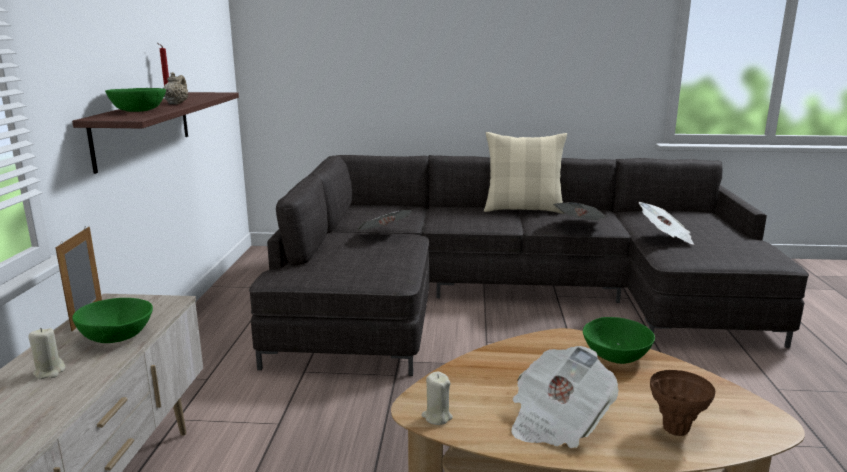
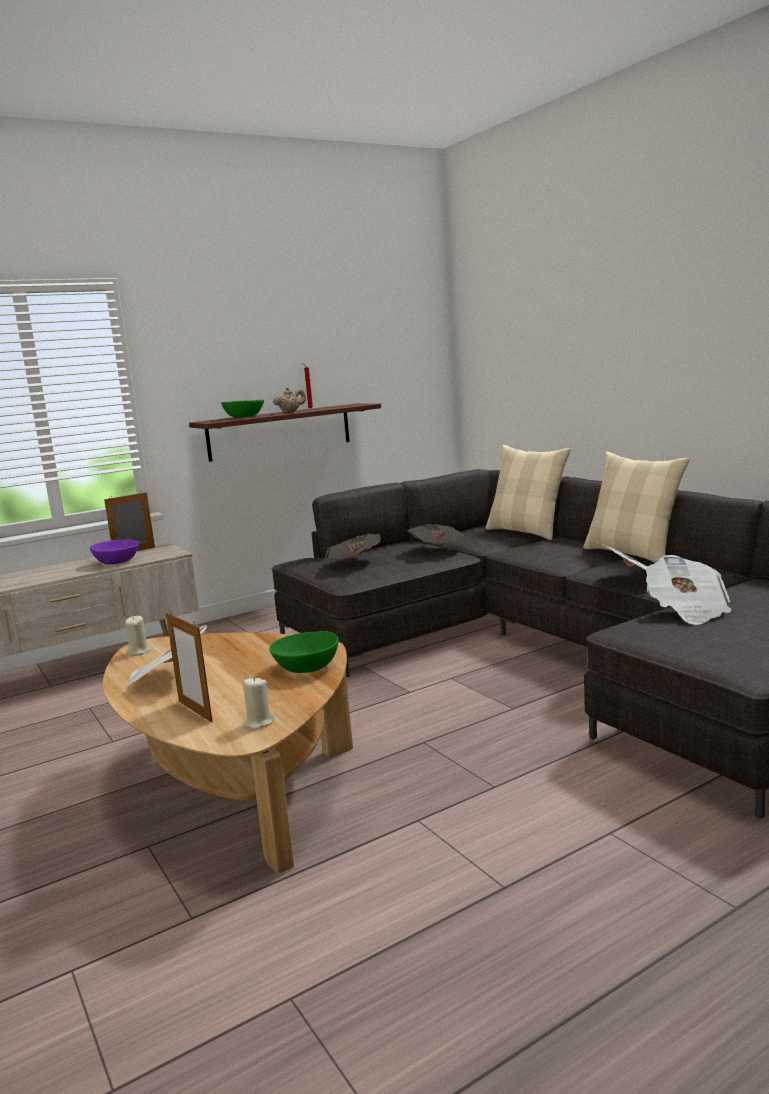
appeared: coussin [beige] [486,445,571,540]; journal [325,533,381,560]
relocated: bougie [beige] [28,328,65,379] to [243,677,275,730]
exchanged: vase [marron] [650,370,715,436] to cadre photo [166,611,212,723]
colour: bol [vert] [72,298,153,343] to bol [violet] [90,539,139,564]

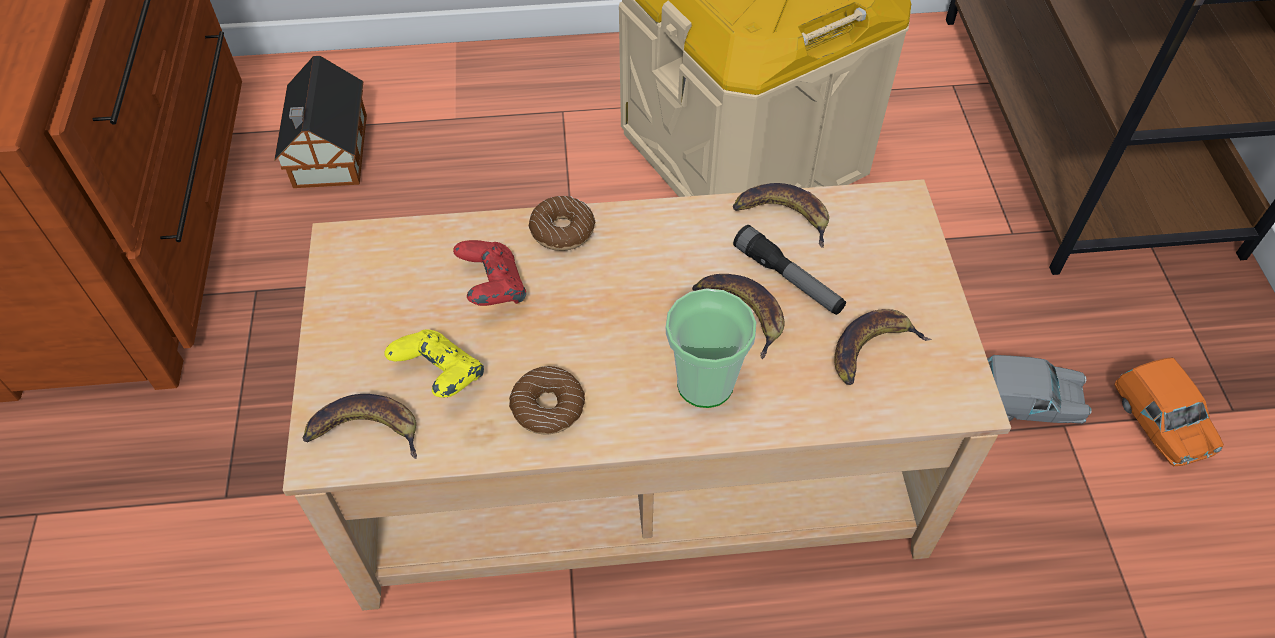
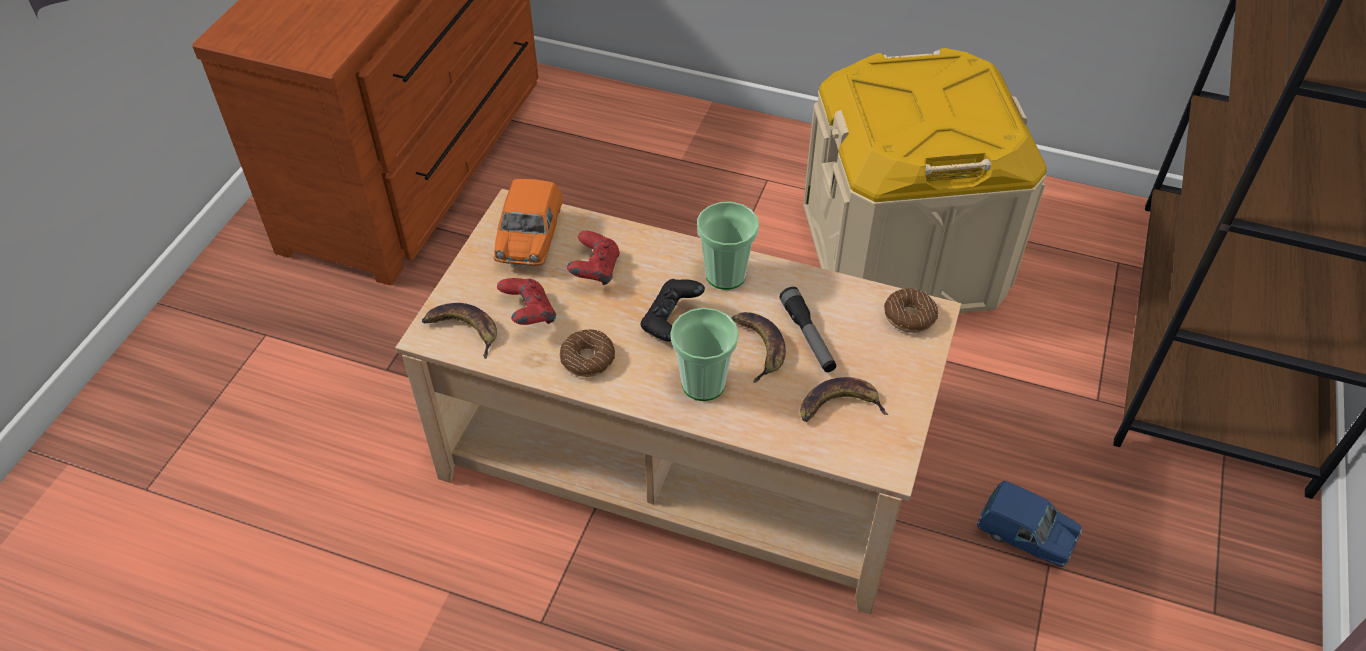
missing: maison miniature [274,56,367,188]; banane [733,183,829,248]
appeared: tasse [697,202,759,290]; manette [noir] [641,279,705,342]
relocated: beignet [529,196,595,251] to [884,288,938,333]; petite voiture [orange] [1114,357,1224,466] to [494,179,563,267]
colour: manette [jaune] [384,330,484,397] to manette [rouge] [497,278,556,325]; petite voiture [gris] [987,355,1092,424] to petite voiture [bleu] [977,481,1083,567]

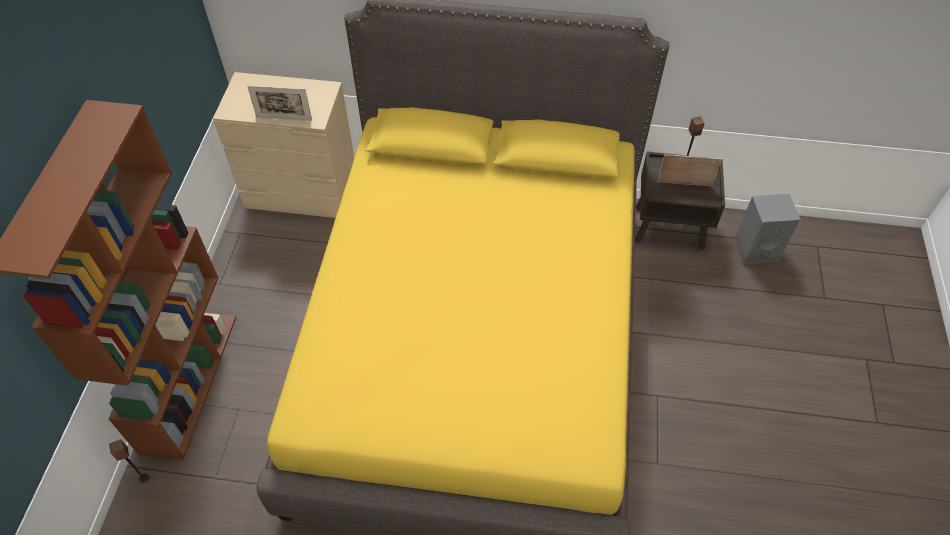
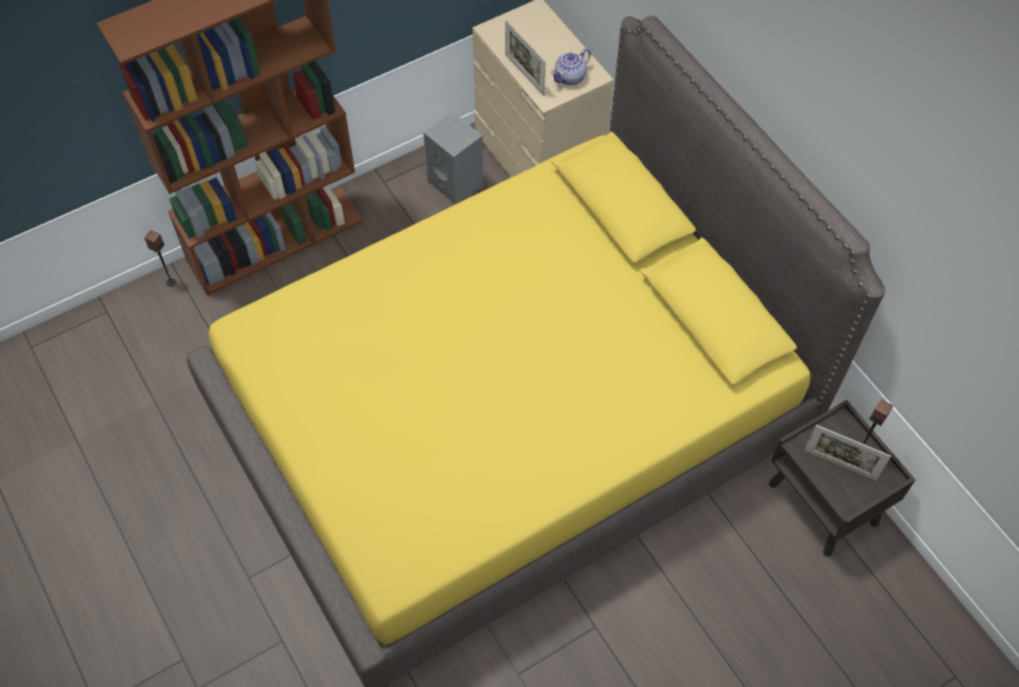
appeared: théière [550,49,591,85]
relocated: enceinte [gris] [735,194,801,264] to [423,112,484,205]
spun: cadre photo [657,154,722,186] = [805,425,891,480] 150 degrees clockwise

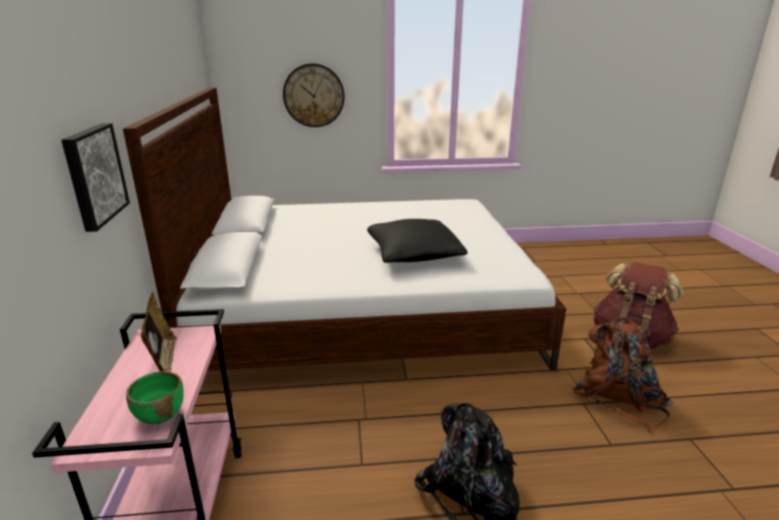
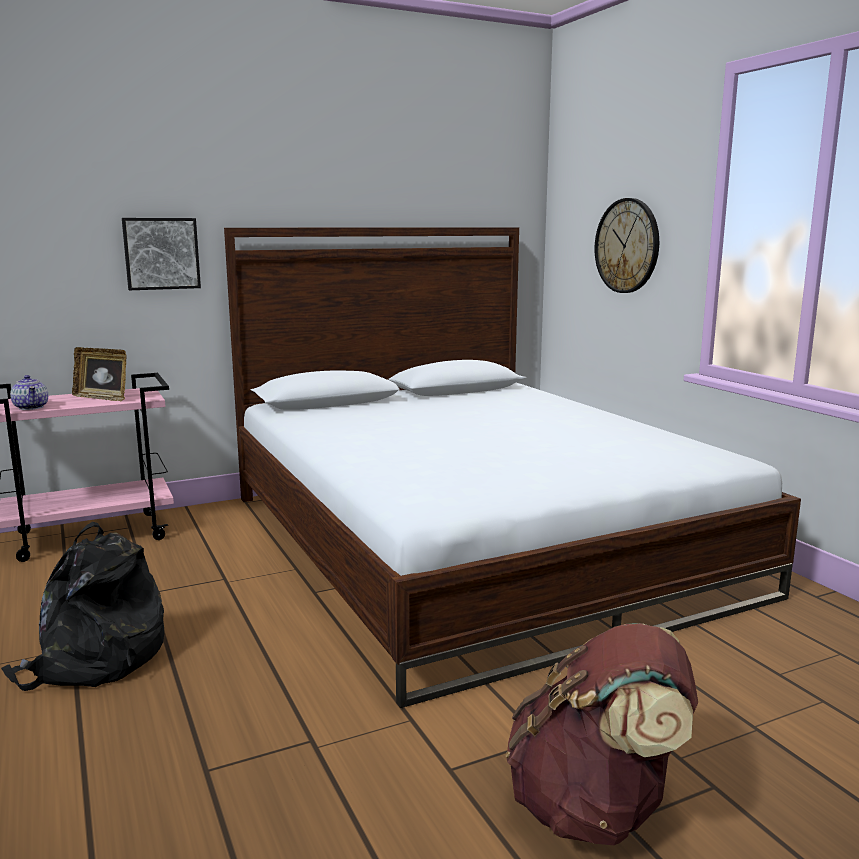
missing: coussin [noir] [367,219,467,263]; sac à dos [marron] [572,318,673,433]
exchanged: bol [vert] [126,371,184,424] to théière [10,375,48,410]
spun: cadre photo [141,293,177,372] = [72,347,127,401] 60 degrees clockwise

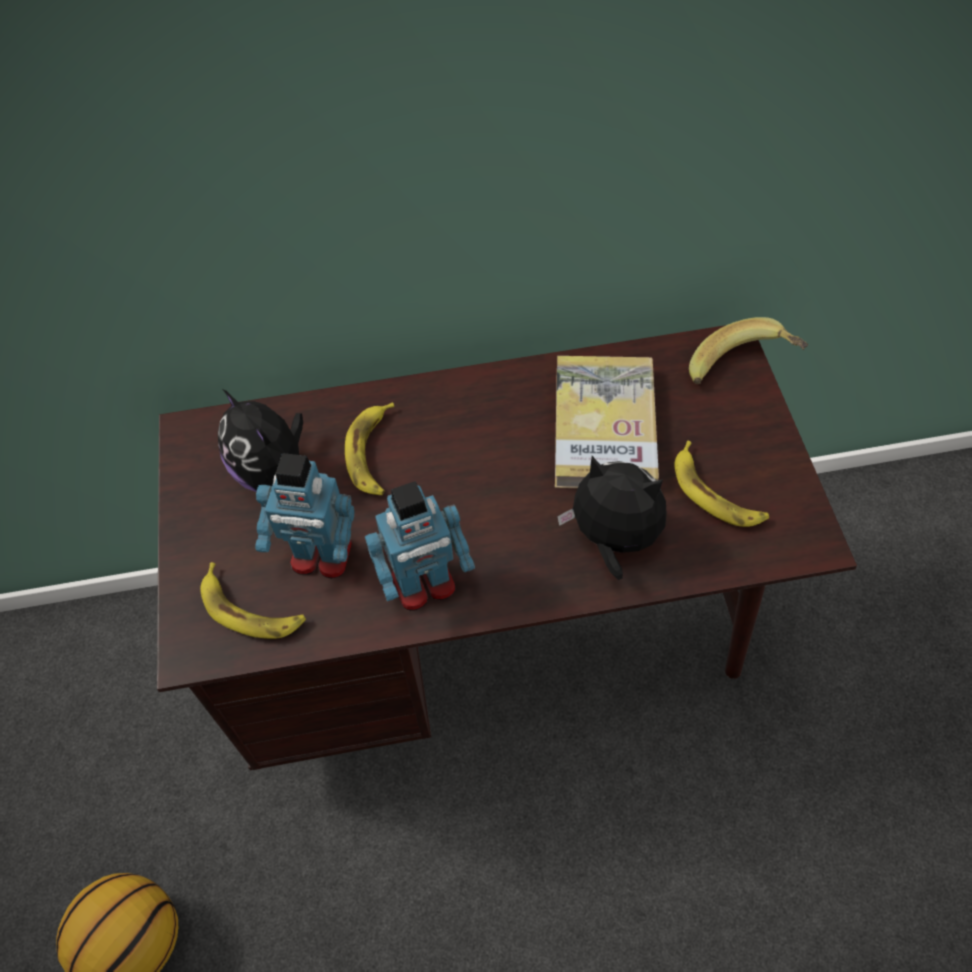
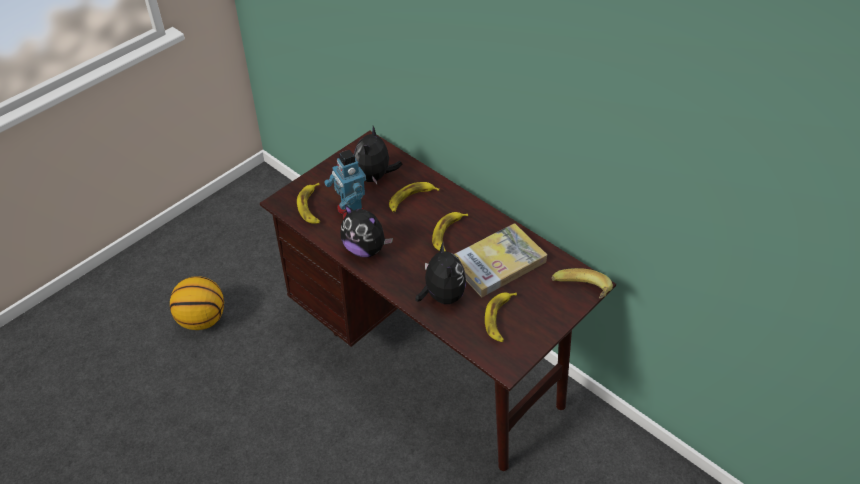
appeared: banane [432,212,468,252]
exchanged: robot jouet [365,481,475,611] to peluche [340,205,393,257]

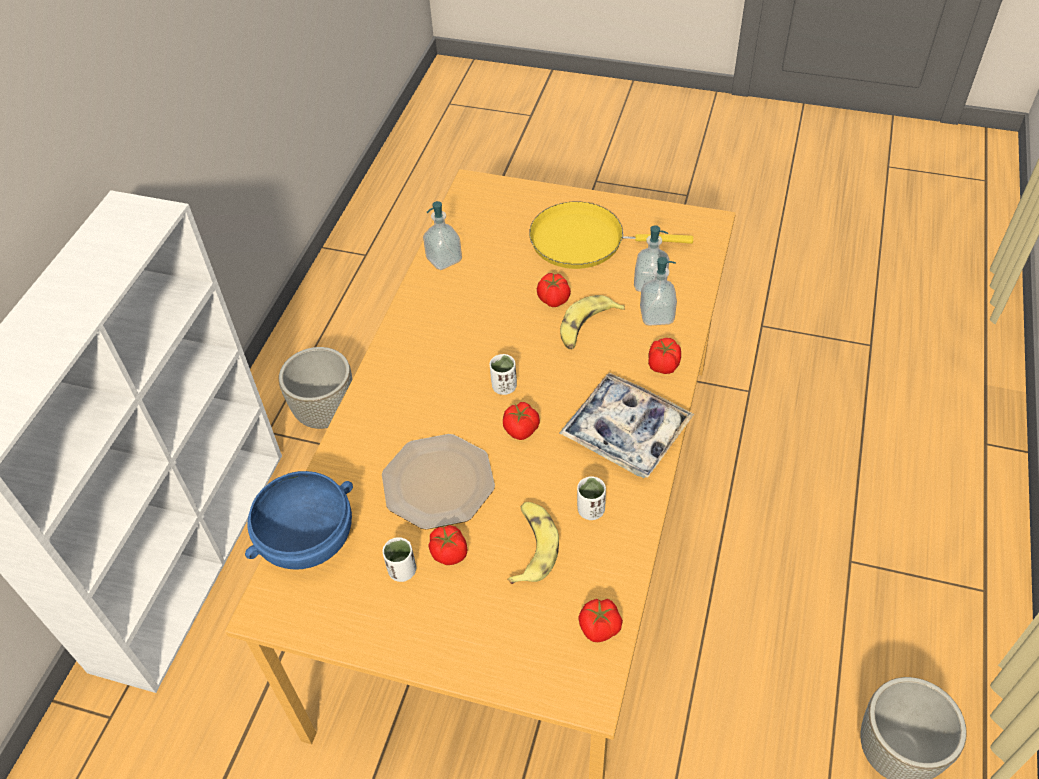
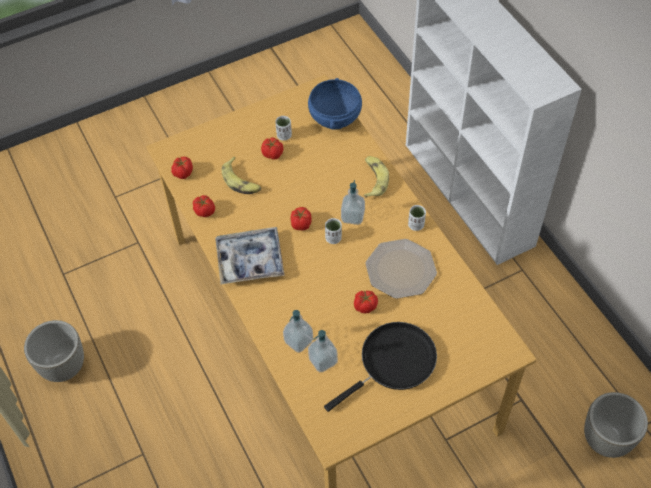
relocated: distributeur de savon [423,201,462,270] to [341,180,365,225]; banane [560,295,625,349] to [363,156,389,198]; tomate [648,338,681,374] to [193,195,215,217]; cache-pot [gris] [279,347,352,429] to [584,392,648,458]; assiette [382,434,495,530] to [365,239,437,299]; tasse [blanc] [577,476,606,520] to [408,205,426,231]
colour: poêle [jaune] [529,202,693,269] to poêle [noir] [324,322,437,412]

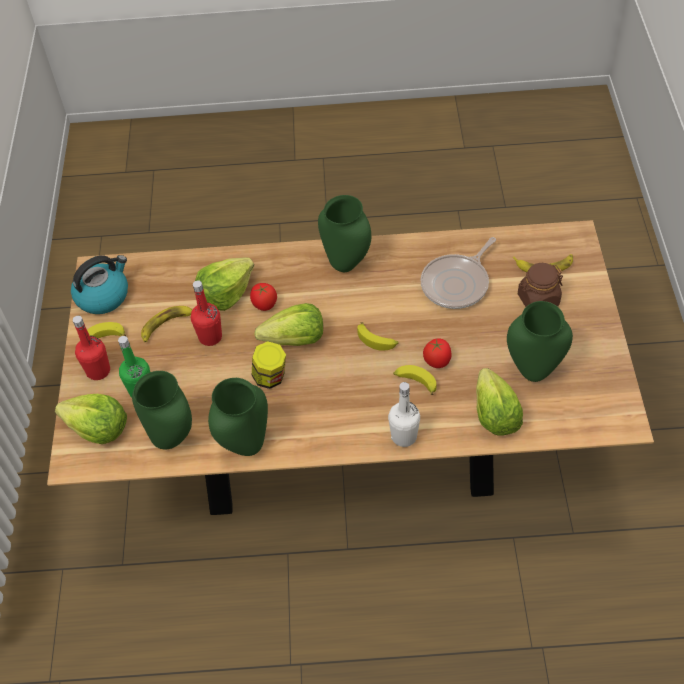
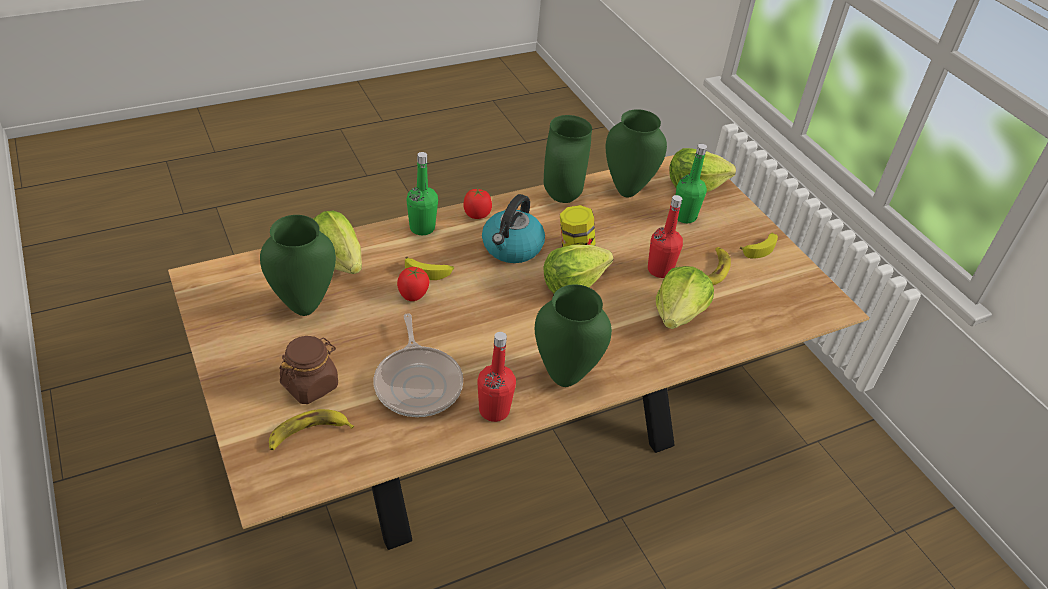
missing: banane [357,322,398,351]
relocated: bouilloire [71,255,128,314] to [482,194,545,263]; tomate [250,283,277,311] to [464,188,492,219]; bouteille [rouge] [73,316,110,380] to [477,332,516,422]
colour: bouteille [blanc] [388,382,420,447] to bouteille [vert] [406,152,438,235]
spun: poêle [421,237,496,309] = [374,313,463,417] 150 degrees clockwise

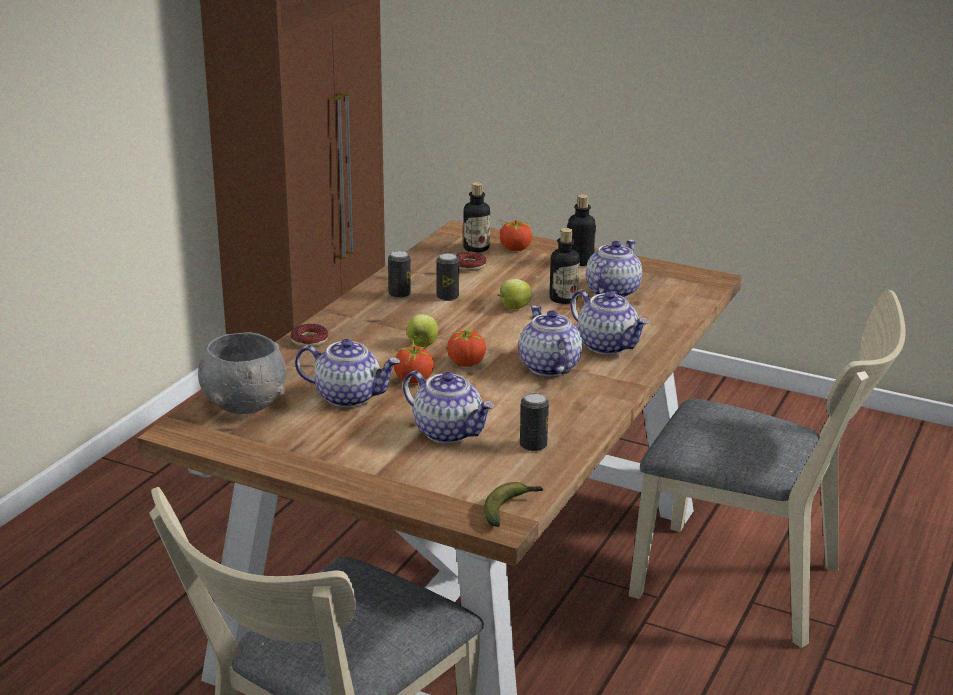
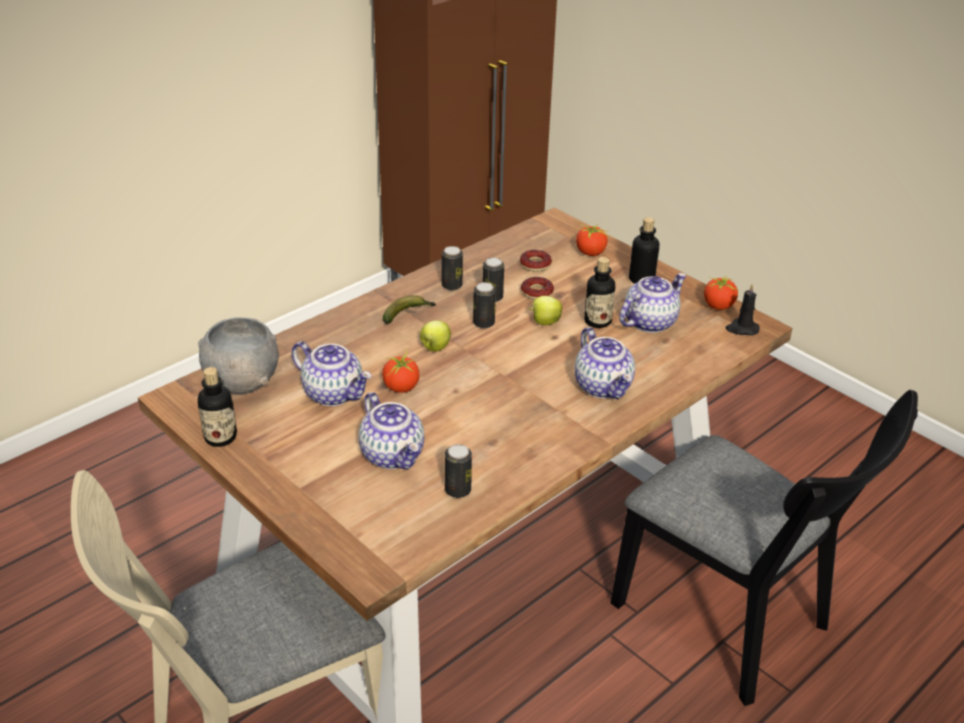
missing: théière [519,305,582,377]
appeared: boîte métallique [473,282,496,328]; bougie [noir] [726,284,760,335]
relocated: bouteille [463,182,490,253] to [198,367,237,447]; beignet [290,324,328,347] to [521,277,554,300]; tomate [447,326,486,367] to [704,275,739,310]; banane [484,482,543,527] to [383,295,436,324]
colour: chaise [beige] [629,290,906,648] to chaise [noir] [611,390,918,706]

